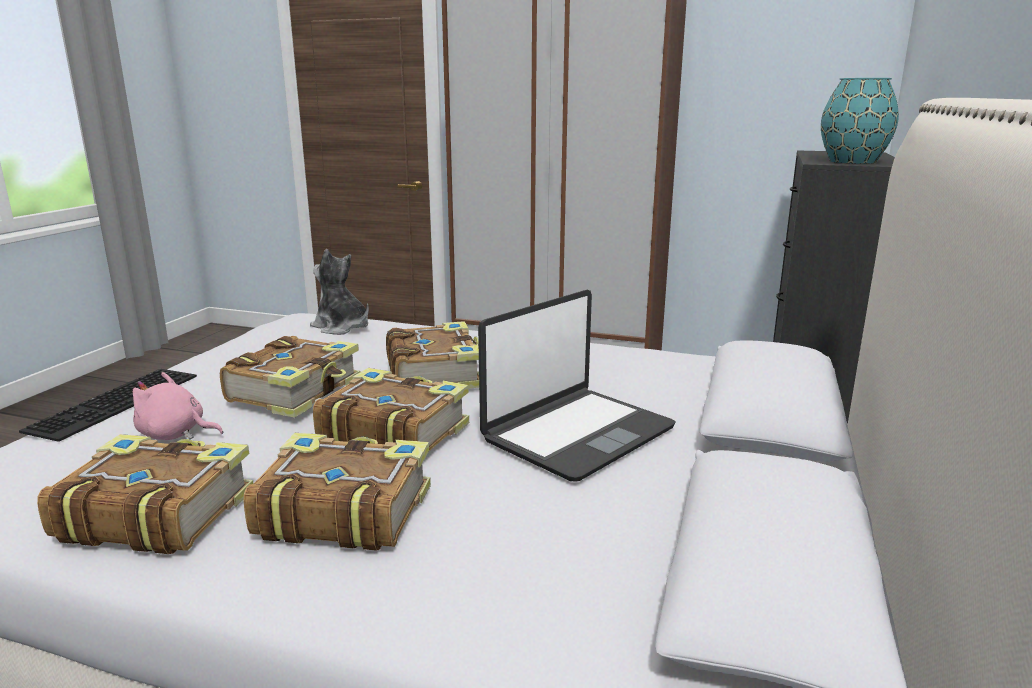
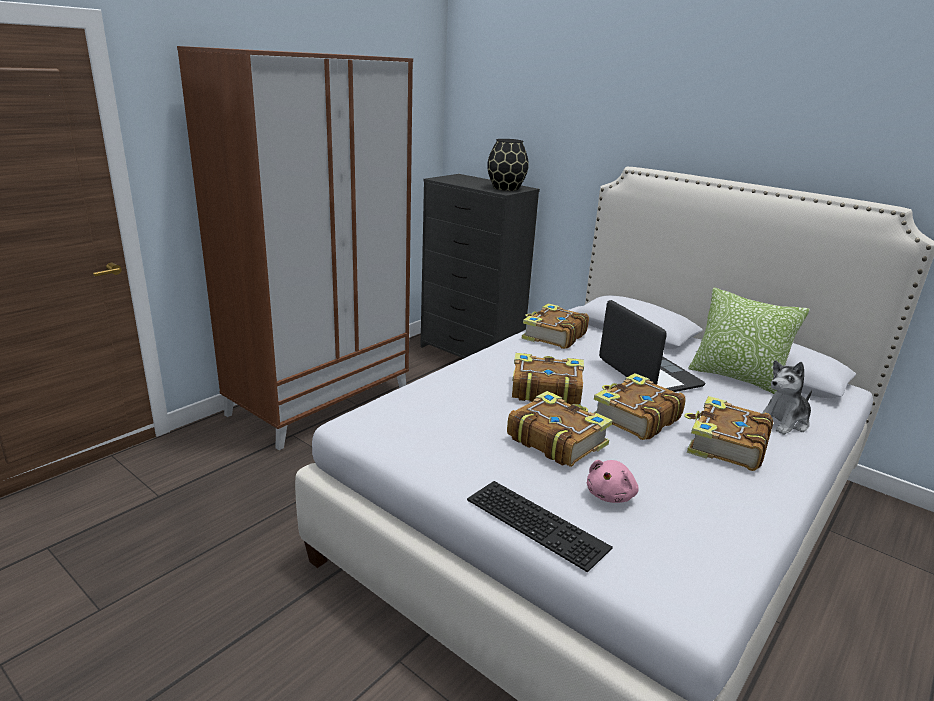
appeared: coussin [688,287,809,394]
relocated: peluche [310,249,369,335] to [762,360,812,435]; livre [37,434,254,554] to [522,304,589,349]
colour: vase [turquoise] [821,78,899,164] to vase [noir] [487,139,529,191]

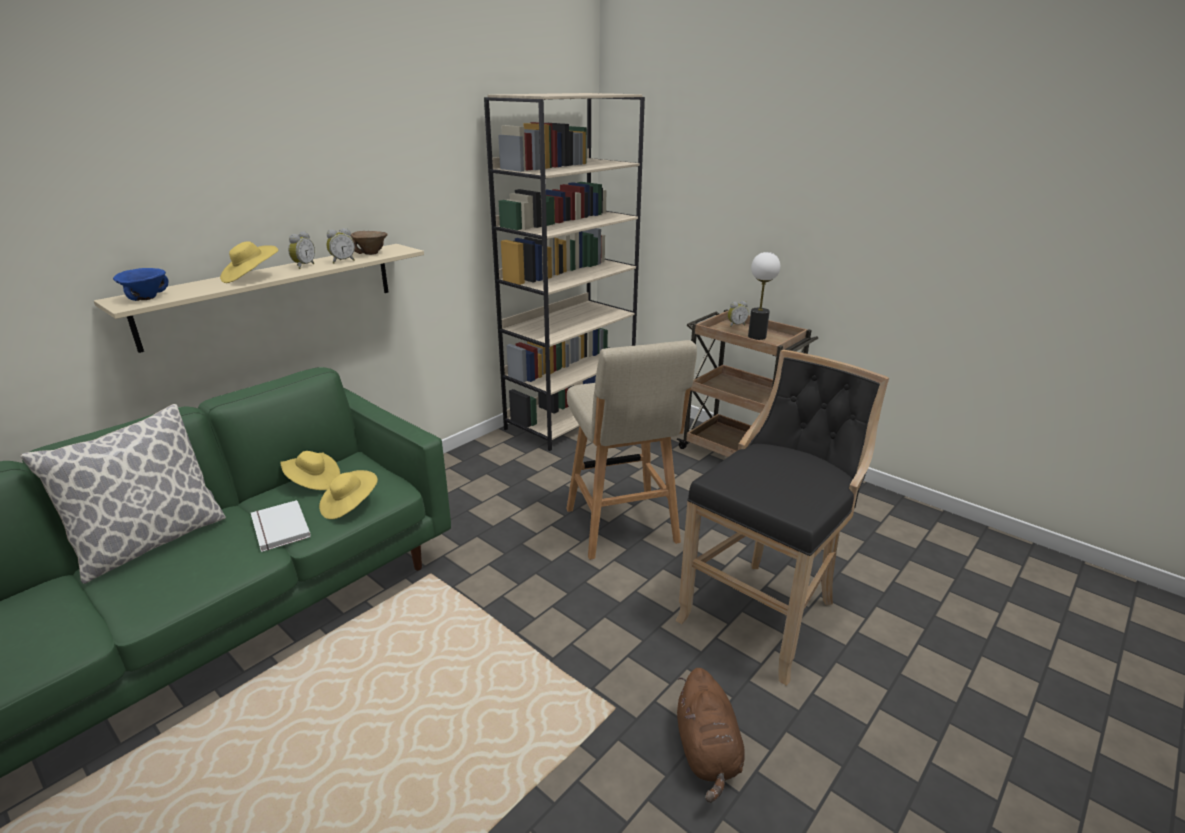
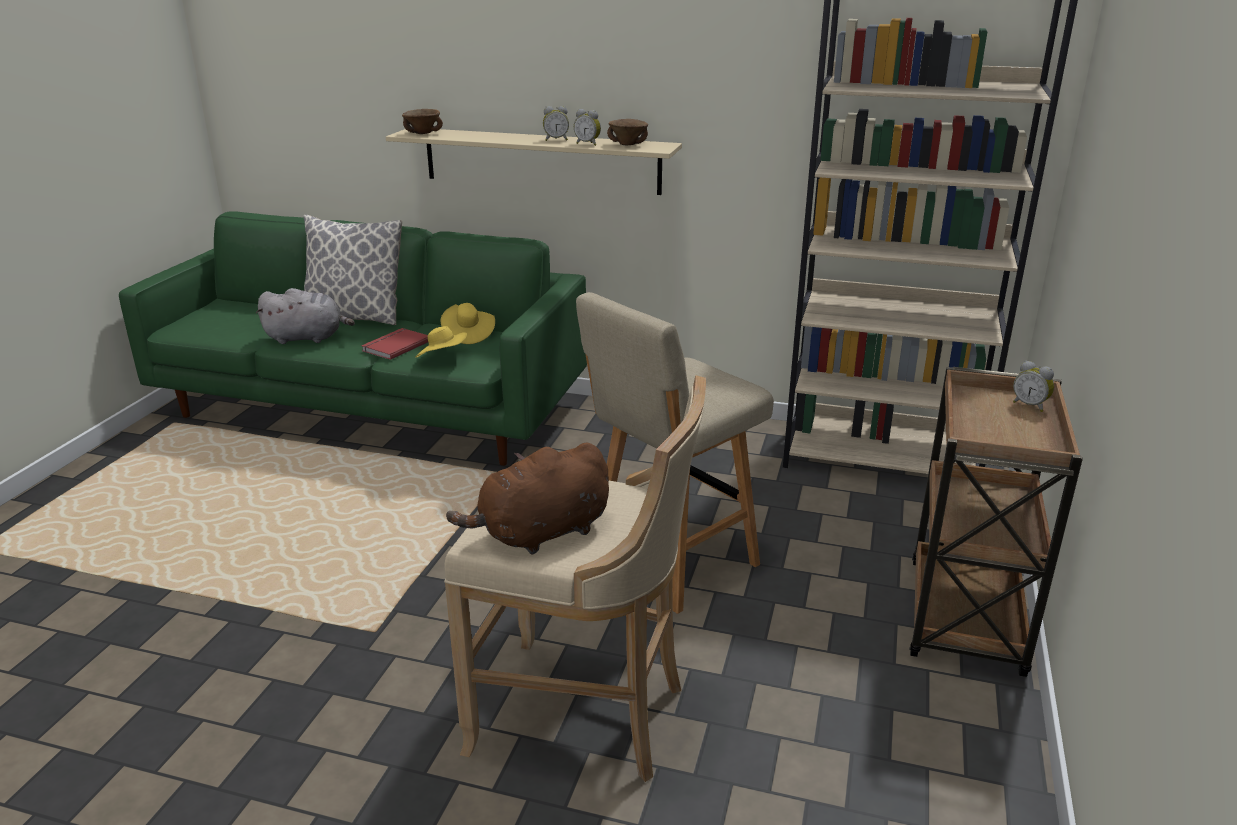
missing: chapeau [jaune] [220,241,278,283]; lampe de table [748,252,780,340]
appeared: peluche [gris] [256,288,355,344]
relocated: peluche [marron] [677,668,745,803] to [446,443,609,555]
colour: bol [bleu] [113,268,168,301] to bol [marron] [402,109,443,134]; tabouret [noir] [675,350,889,686] to tabouret [beige] [444,375,706,782]; livre [blanc] [251,500,311,552] to livre [rouge] [361,328,428,360]

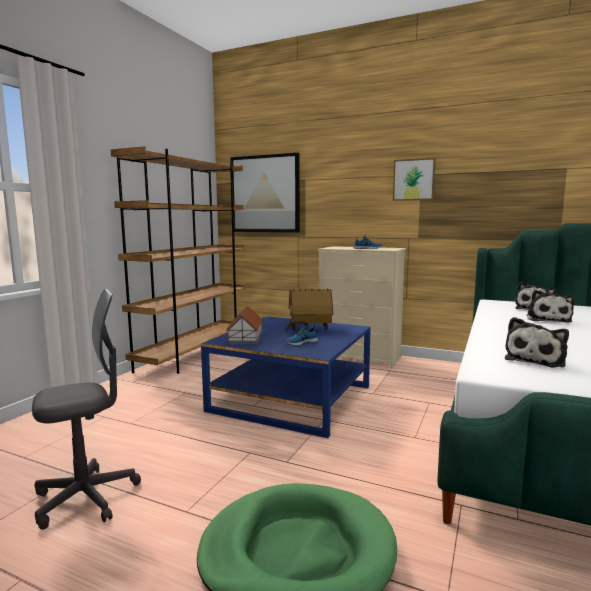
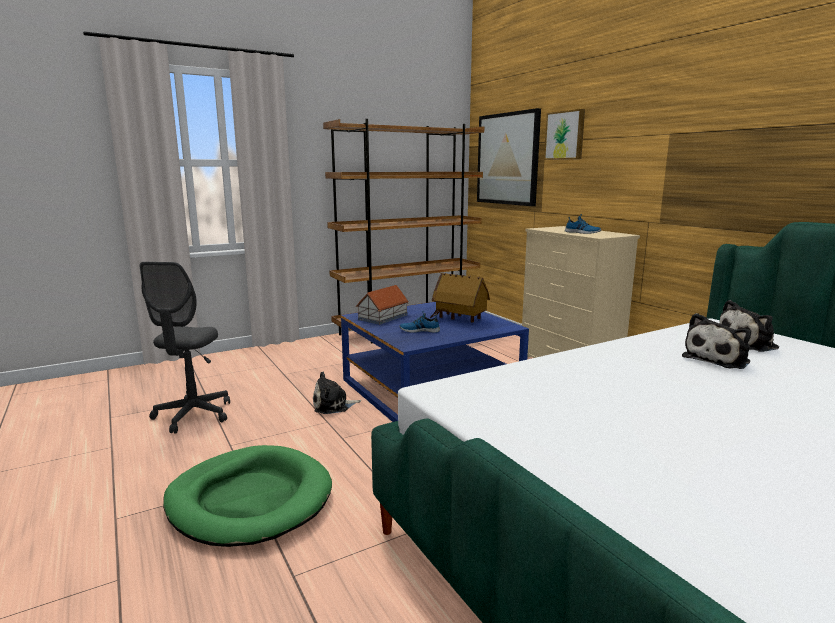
relocated: tableau [393,158,436,201] to [544,109,585,160]; peluche [505,317,569,368] to [313,372,361,414]
spun: chaise de bureau [gris] [32,289,141,530] = [139,262,230,434] 90 degrees clockwise

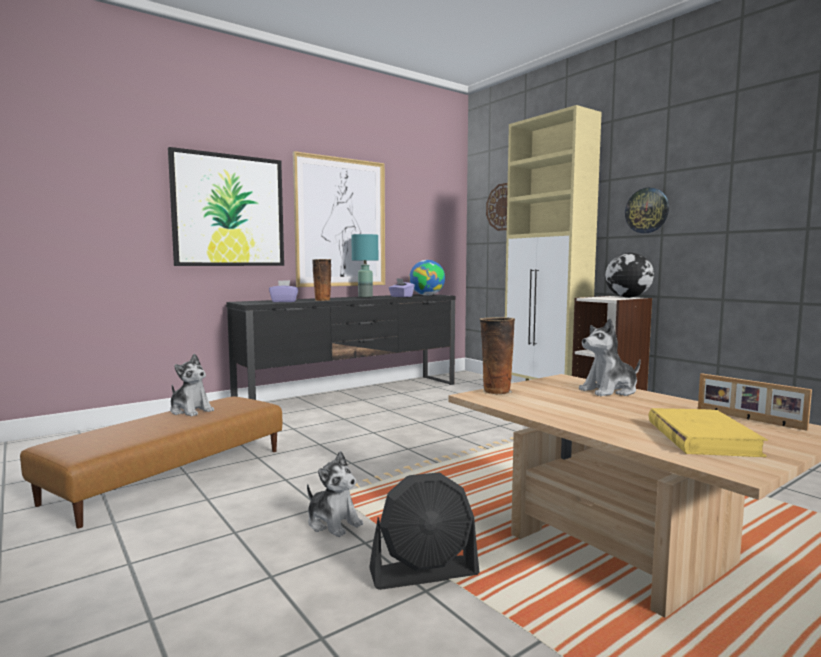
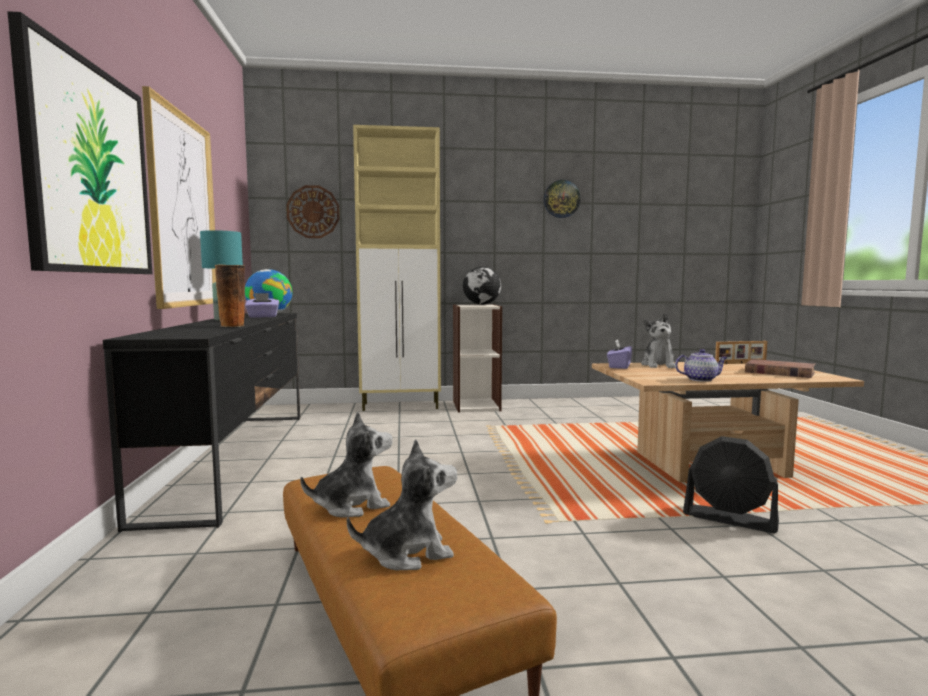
missing: vase [480,317,515,395]
appeared: théière [675,349,728,382]
relocated: horloge murale [625,188,669,233] to [544,180,580,218]; boîte à mouchoirs [violet] [269,280,298,302] to [607,340,632,369]; peluche [307,451,363,537] to [347,439,457,570]
colour: livre [jaune] [649,408,768,457] to livre [marron] [745,359,815,378]
spun: ventilateur [noir] [369,472,480,590] = [683,436,779,533] 105 degrees clockwise

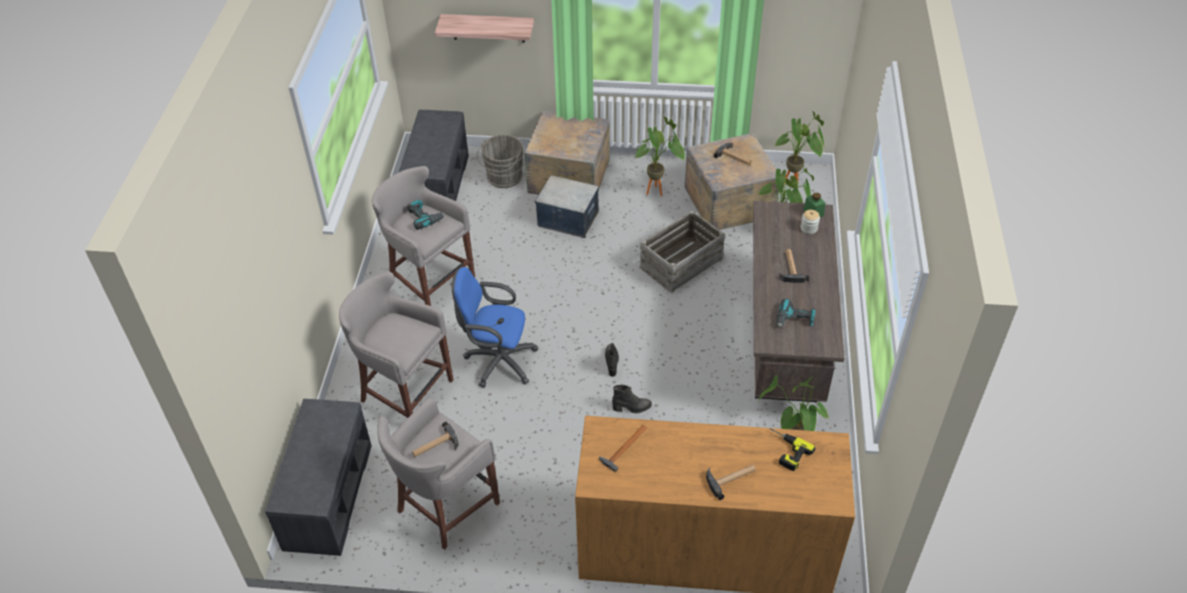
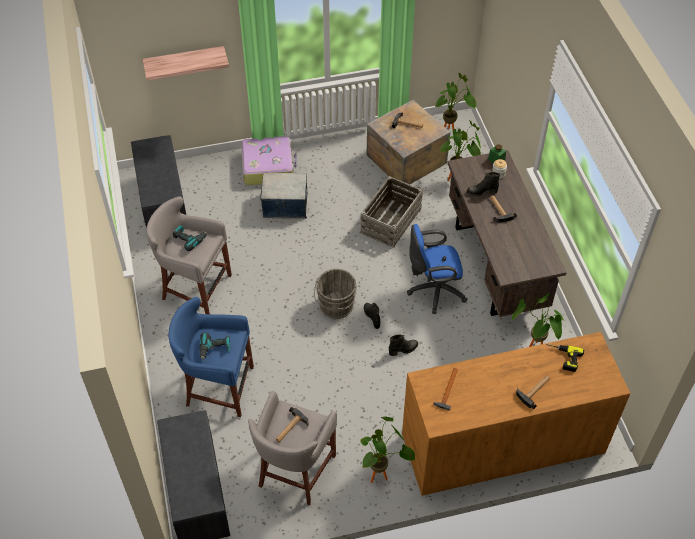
appeared: botte [noir] [467,172,500,196]
relocated: plante en pot [635,117,685,196] to [361,416,415,483]; seau [gris] [477,135,524,188] to [314,269,357,319]; chaise de bureau [bleu] [452,267,538,388] to [407,224,467,314]; perceuse [776,299,816,328] to [199,332,230,360]
exchanged: caisse [525,110,610,195] to valise [241,136,297,185]
colour: tabouret [gris] [339,272,453,418] to tabouret [bleu] [168,297,254,417]

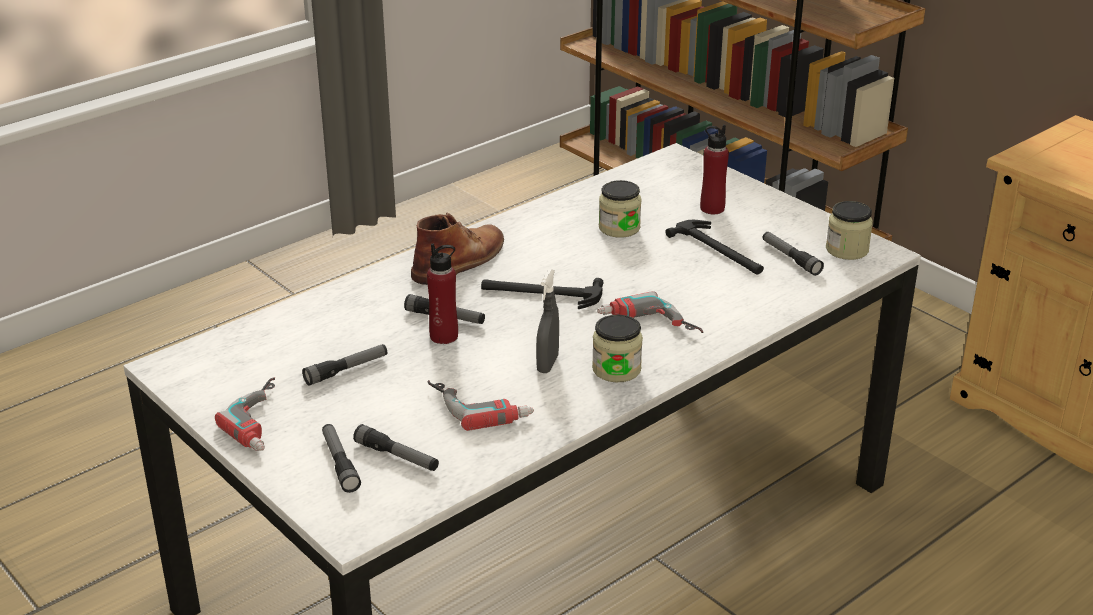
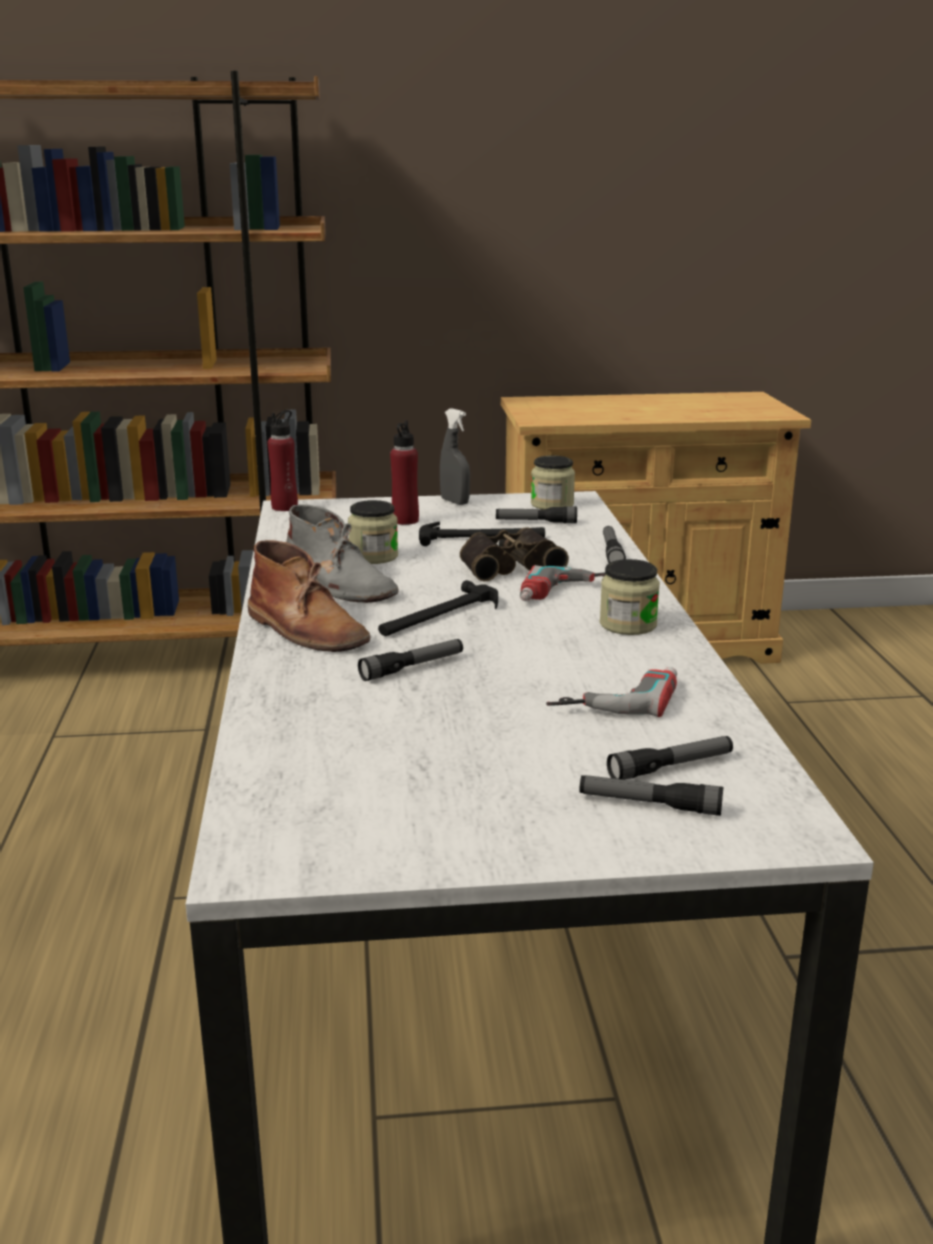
missing: perceuse [215,377,275,451]
appeared: botte [gris] [286,504,399,603]; jumelles [460,527,569,582]
relocated: bouteille [rouge] [427,244,458,344] to [268,410,298,511]; vaporisateur [gris] [536,269,559,373] to [440,408,470,505]; lampe de poche [302,344,387,386] to [603,526,626,563]
spun: botte [marron] [411,213,504,285] = [248,540,370,652] 150 degrees clockwise

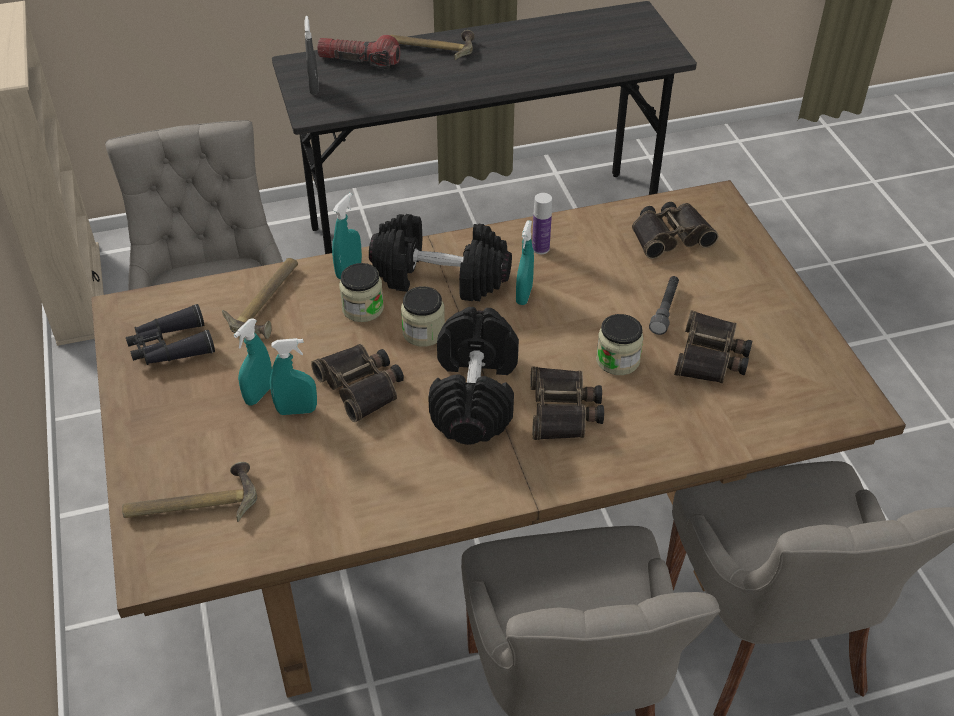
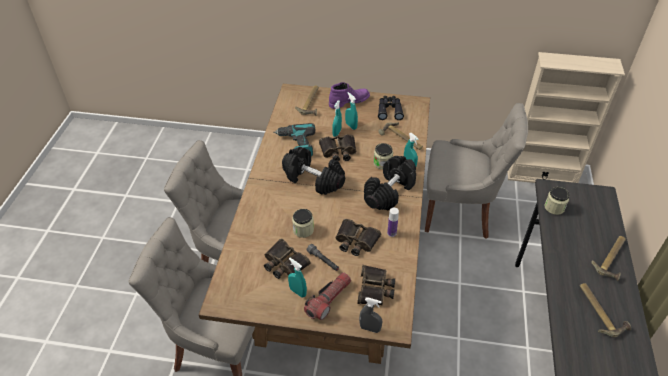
appeared: botte [violet] [329,82,370,109]; perceuse [273,123,315,157]; marteau [580,283,631,338]
relocated: vaporisateur [gris] [305,16,319,95] to [359,298,382,333]; lampe de poche [317,35,400,70] to [304,272,351,320]; vaporisateur [turquoise] [516,220,534,305] to [288,258,307,298]; bocal [401,286,445,347] to [544,187,570,215]; jumelles [530,367,604,440] to [335,219,381,256]

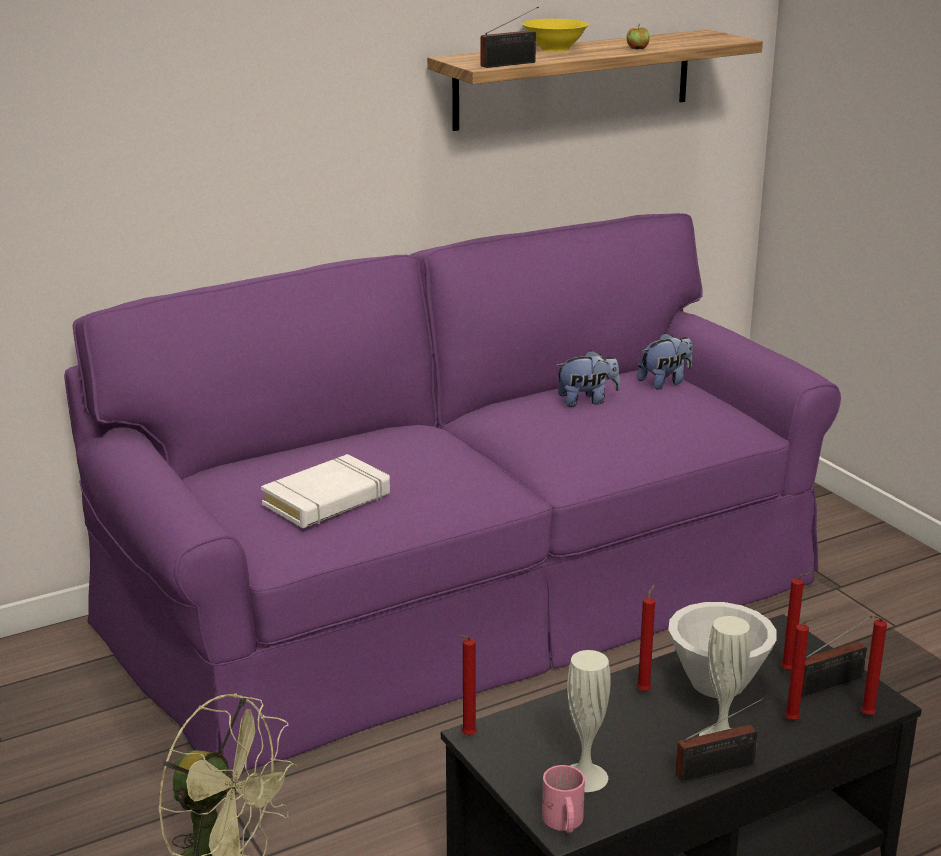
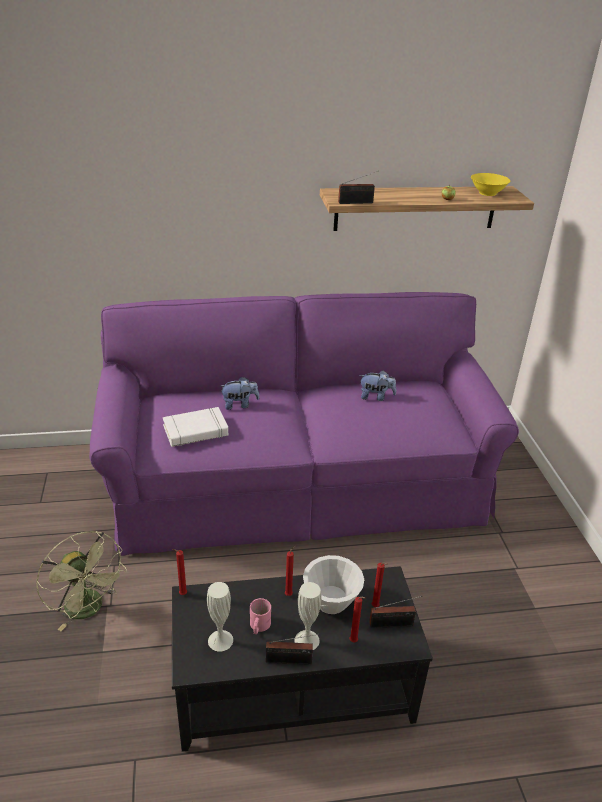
missing: bougie [rouge] [861,616,887,716]
relocated: bol [jaune] [523,19,589,52] to [471,173,510,196]; peluche [637,333,693,390] to [219,377,259,410]; mug [rose] [542,765,585,833] to [250,598,271,634]

